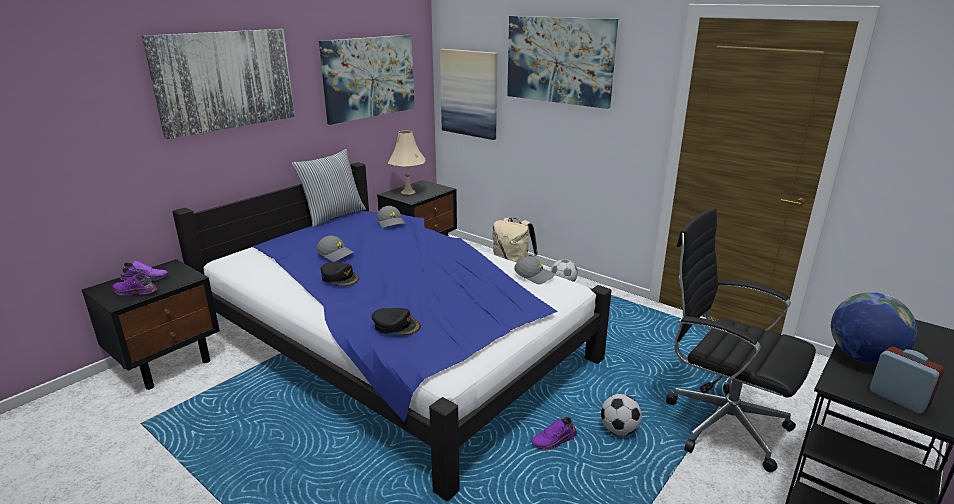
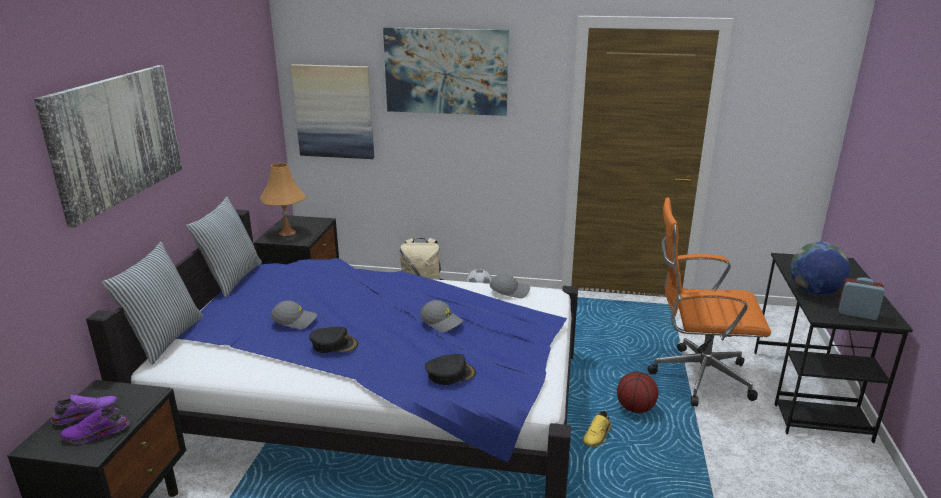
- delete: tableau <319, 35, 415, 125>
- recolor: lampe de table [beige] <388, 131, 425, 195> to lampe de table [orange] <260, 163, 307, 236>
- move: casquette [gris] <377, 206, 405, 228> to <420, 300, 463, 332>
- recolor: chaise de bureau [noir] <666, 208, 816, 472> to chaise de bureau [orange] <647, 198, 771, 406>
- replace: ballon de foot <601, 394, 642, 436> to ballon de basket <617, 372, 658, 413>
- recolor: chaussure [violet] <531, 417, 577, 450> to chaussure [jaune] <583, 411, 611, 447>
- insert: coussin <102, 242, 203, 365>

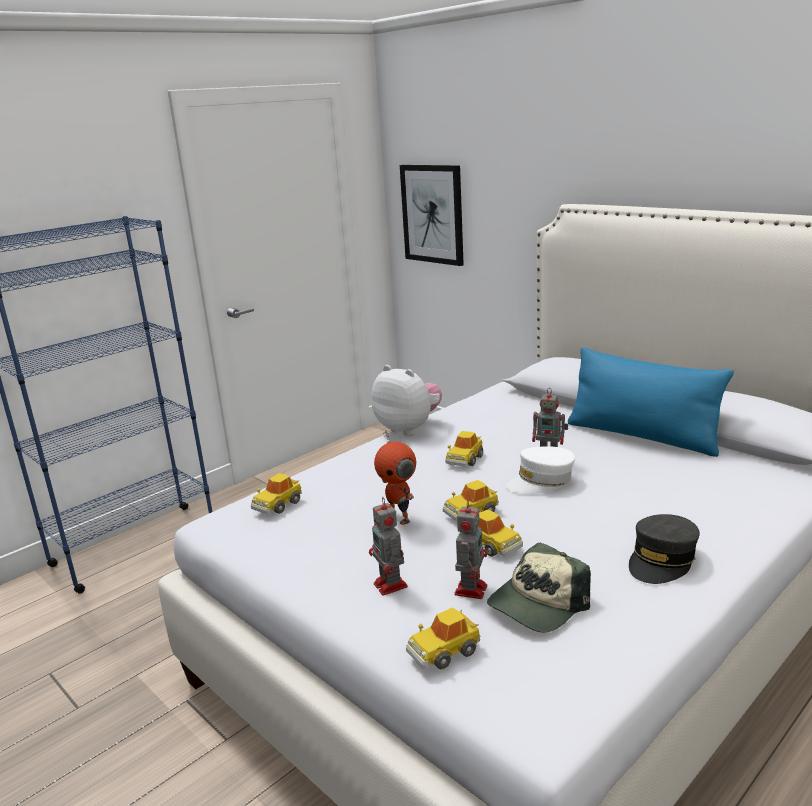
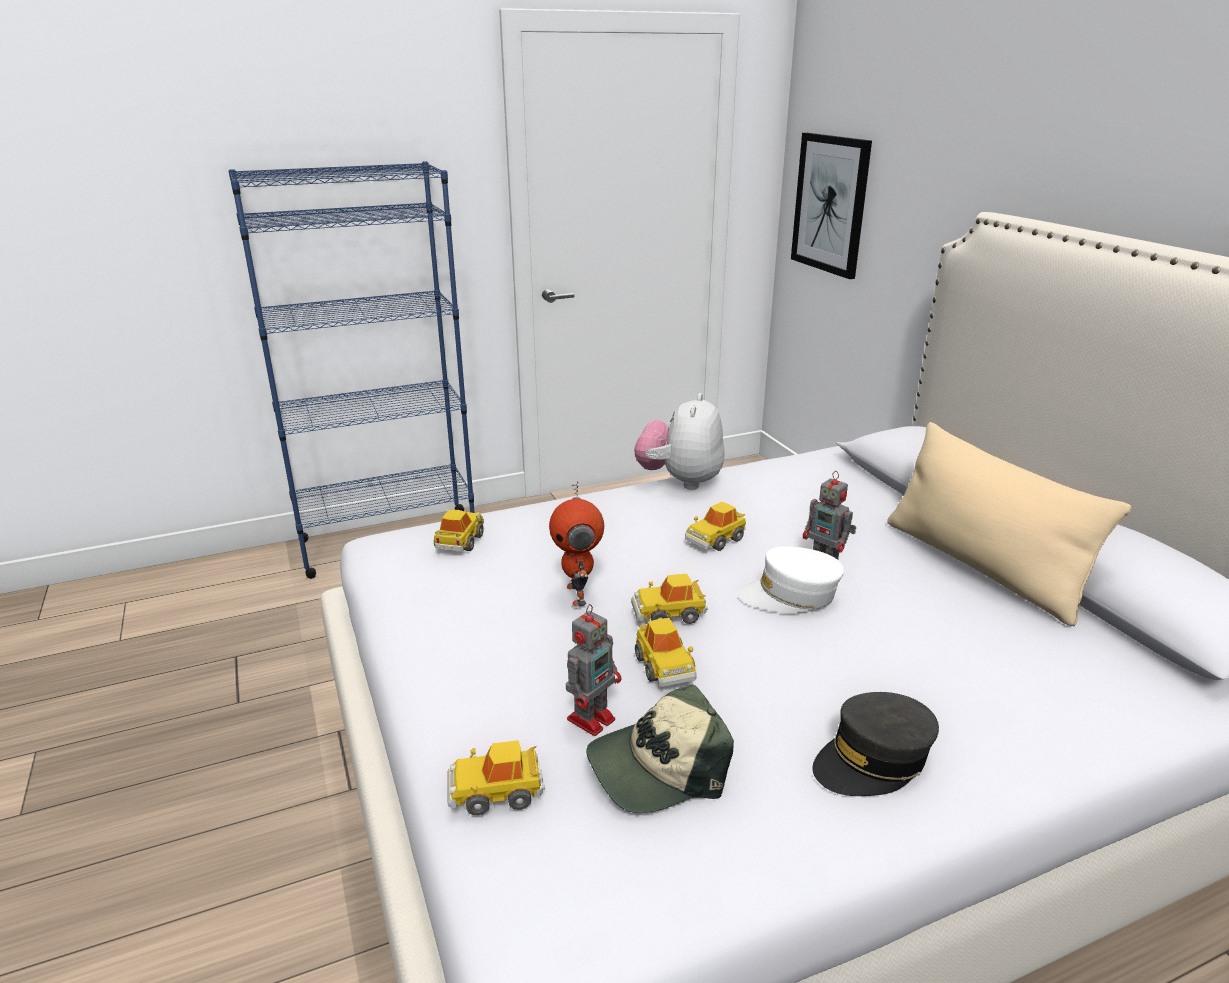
- recolor: coussin [bleu] <568, 347, 734, 457> to coussin [beige] <887, 422, 1131, 627>
- rotate: peluche <371, 365, 442, 436> = <635, 393, 725, 490> 135 degrees counterclockwise
- rotate: petite voiture <251, 473, 302, 514> = <434, 510, 484, 551> 135 degrees clockwise
- delete: robot jouet <369, 497, 408, 595>

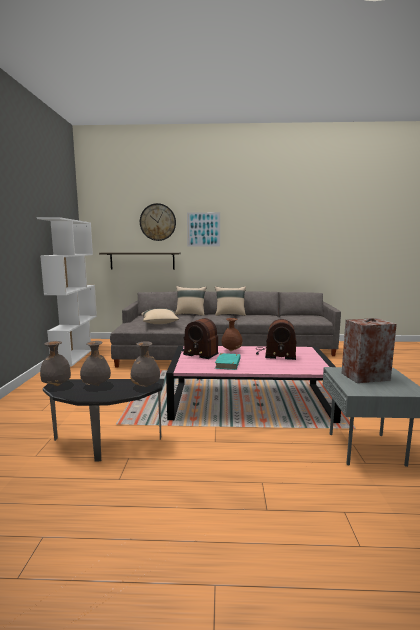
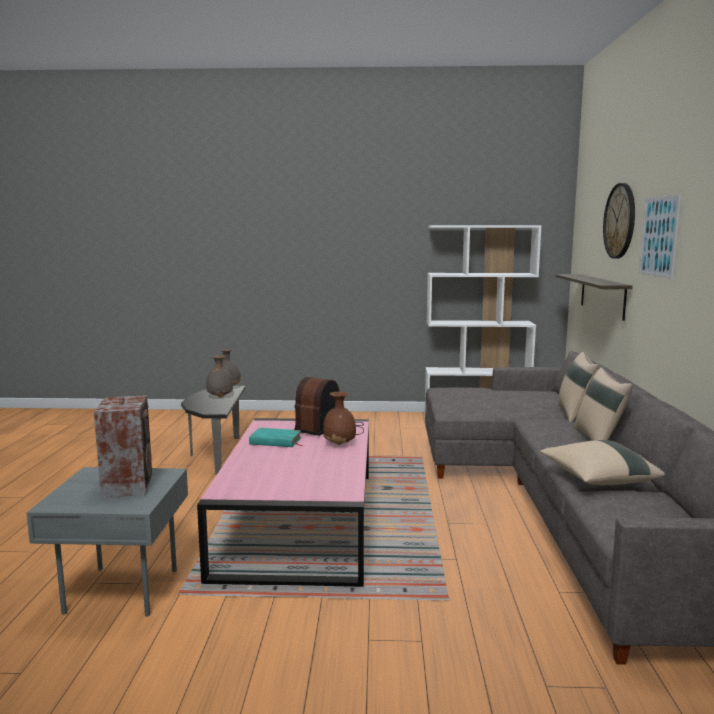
- move: coussin [beige] <141, 308, 179, 324> to <540, 440, 665, 485>
- delete: radio <256, 319, 297, 360>
- delete: vase [gris] <130, 341, 160, 387>

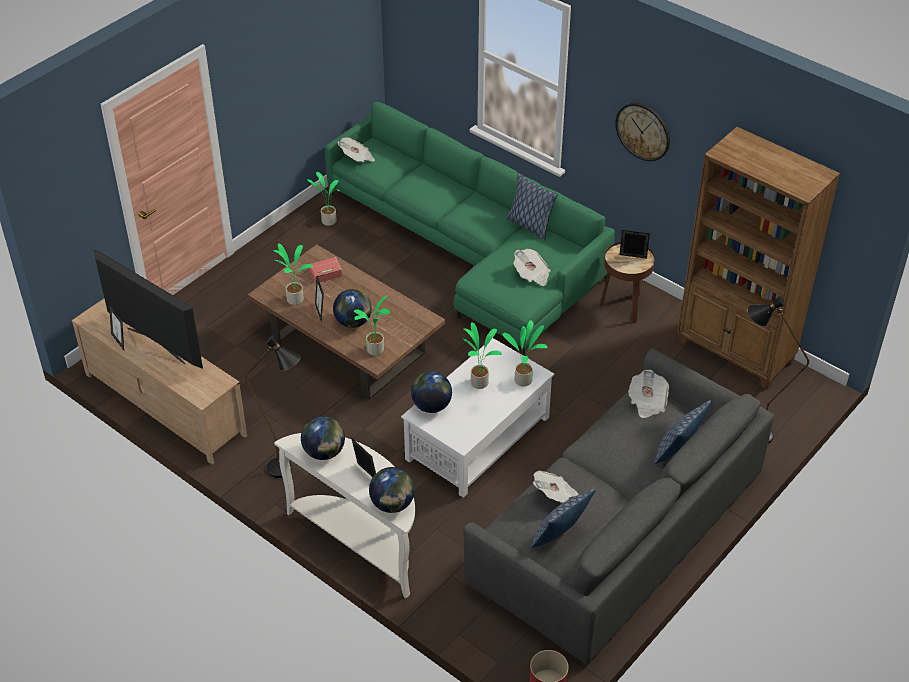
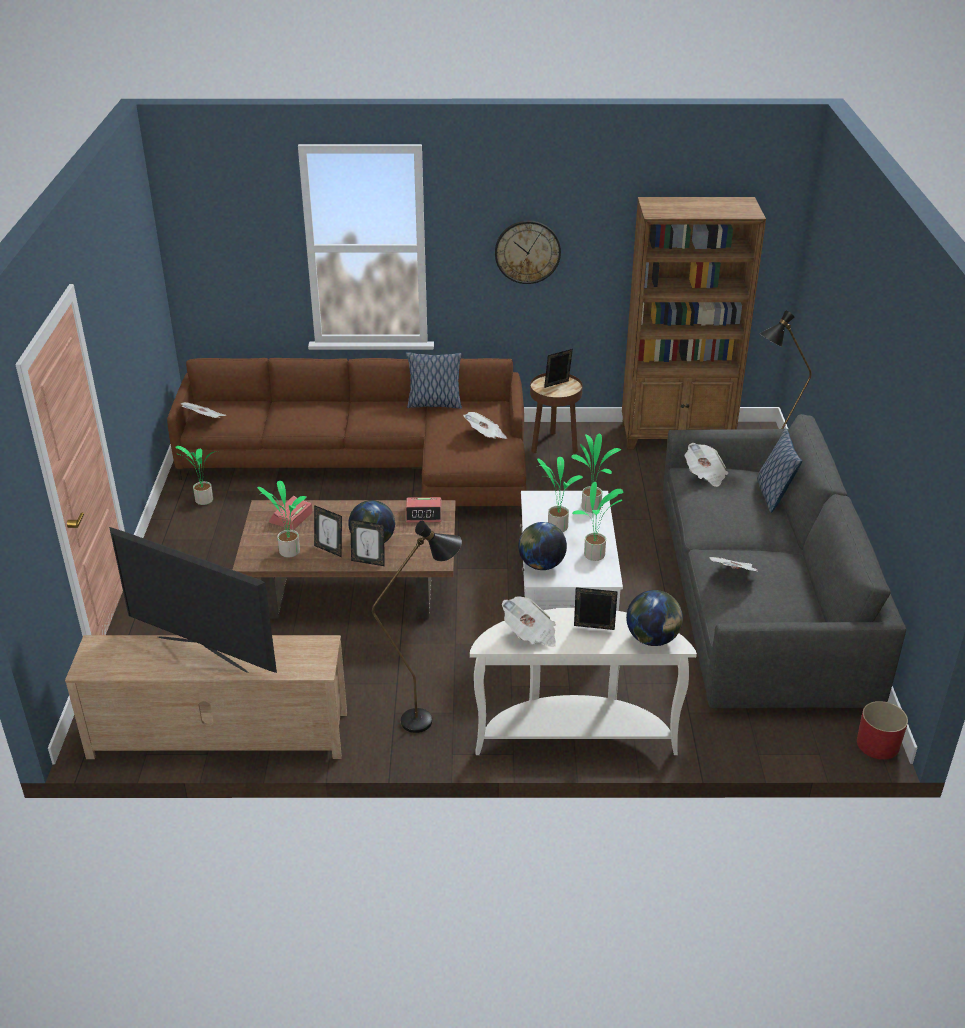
- recolor: canapé [vert] <325, 102, 615, 356> to canapé [marron] <167, 358, 526, 517>
- rotate: téléviseur <93, 249, 203, 369> = <109, 527, 277, 673> 150 degrees counterclockwise
- move: plante en pot <354, 295, 390, 355> to <572, 482, 623, 561>
- move: cadre photo <109, 304, 124, 350> to <350, 519, 385, 566>
- replace: globe <301, 416, 345, 460> to journal <502, 597, 556, 647>
- delete: coussin <531, 488, 596, 548>
- insert: réveil <406, 497, 442, 523>

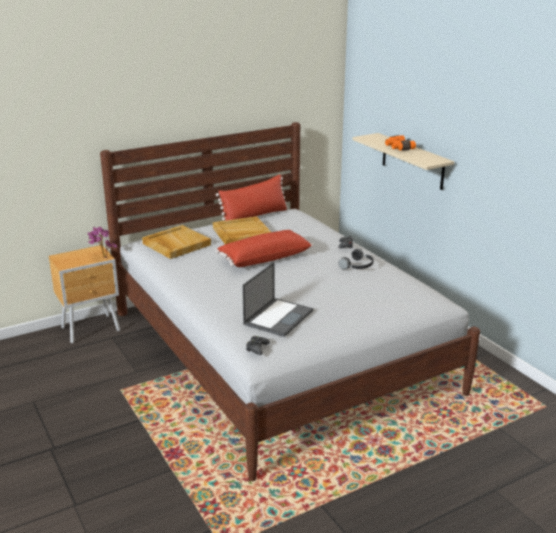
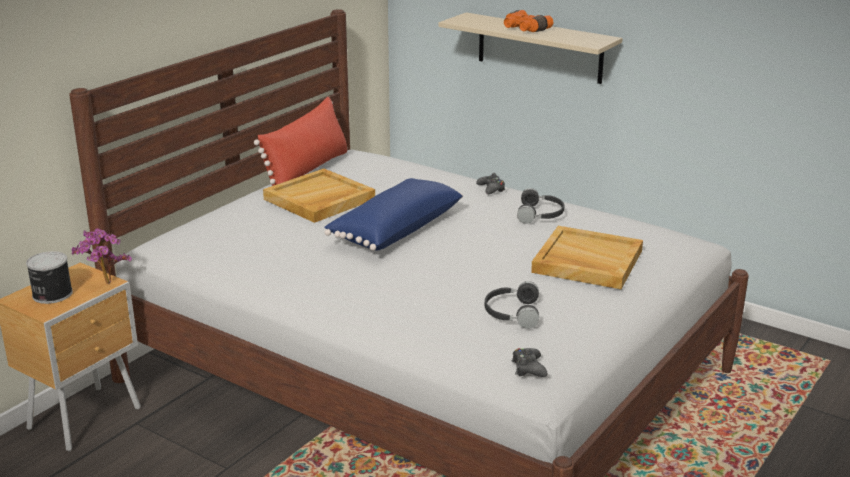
- move: plateau [beige] <142, 225, 211, 259> to <531, 226, 643, 289>
- recolor: coussin [rouge] <216, 230, 314, 267> to coussin [bleu] <324, 178, 463, 251>
- replace: ordinateur portable <242, 262, 313, 337> to casque audio [noir] <485, 281, 539, 329>
- insert: boîte métallique <26, 251, 73, 304>

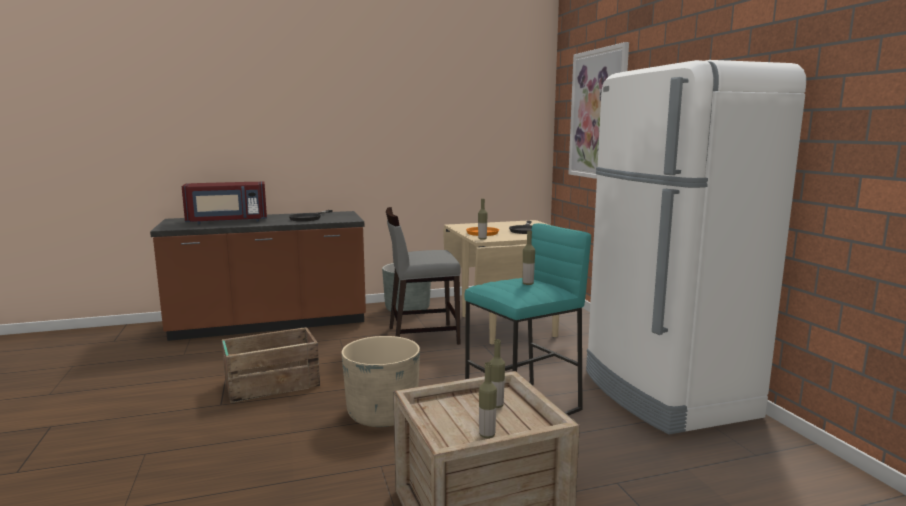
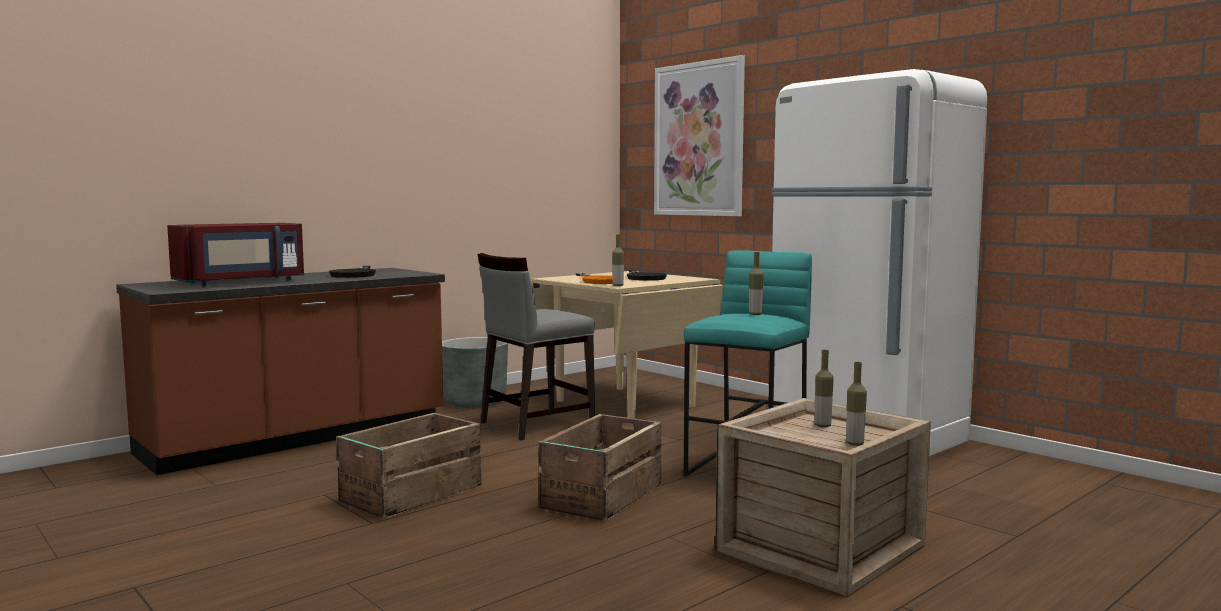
- replace: cache-pot [beige] <341, 336, 420, 427> to caisse <538, 414, 662, 521>

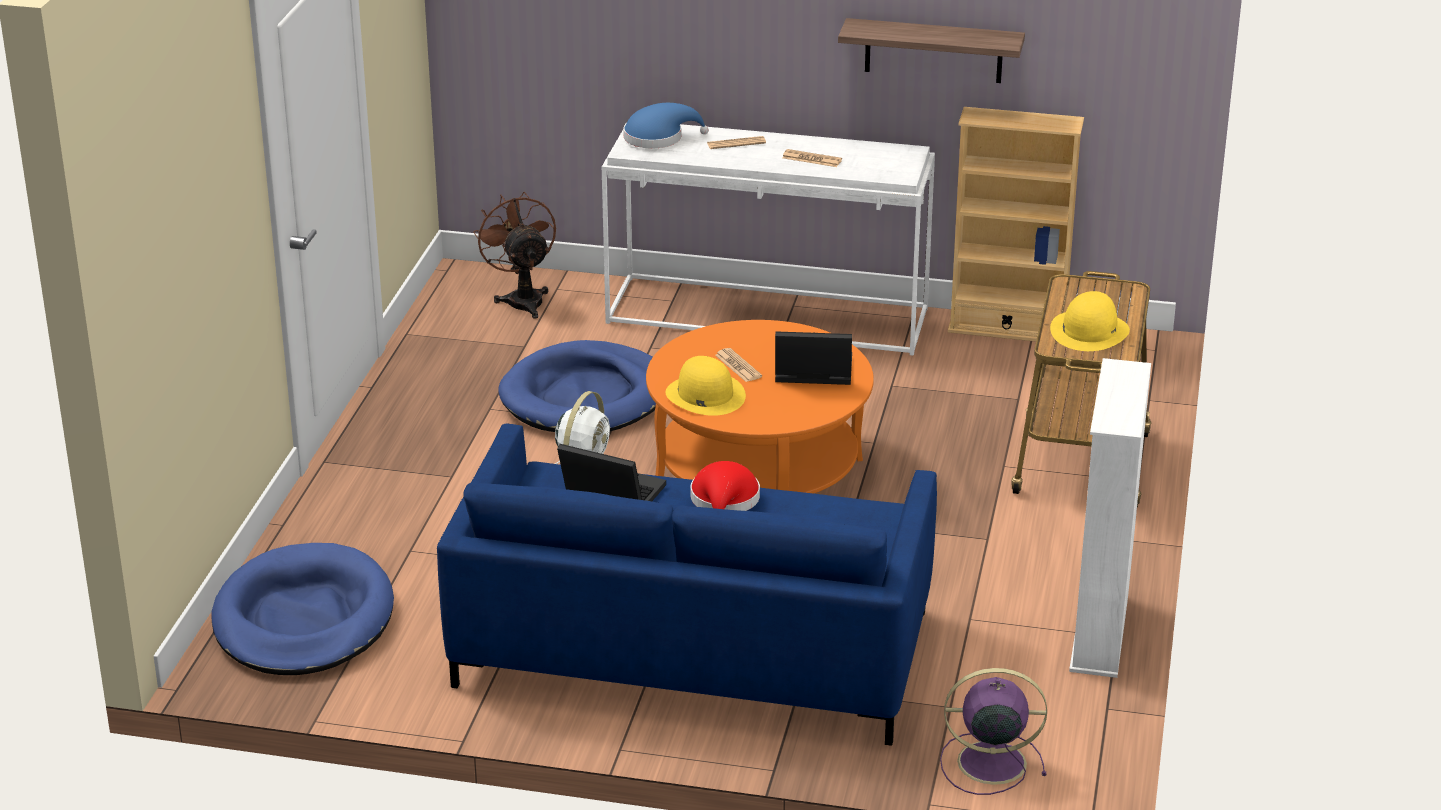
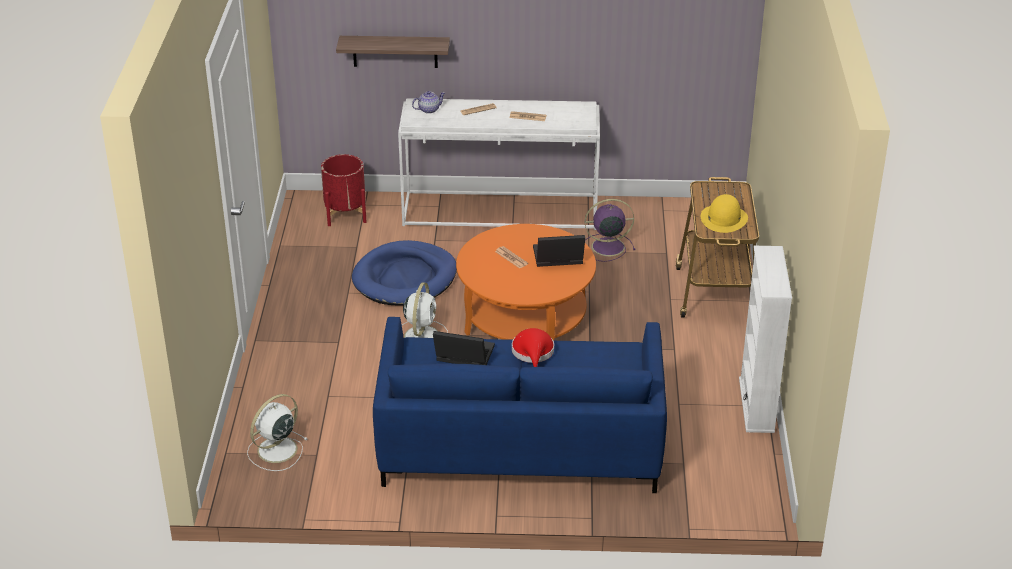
- move: étagère <838, 18, 1025, 83> to <336, 36, 450, 68>
- replace: chapeau [bleu] <623, 103, 709, 148> to théière <412, 91, 445, 114>
- delete: bibliothèque [beige] <948, 107, 1084, 344>
- replace: ventilateur [marron] <473, 192, 556, 319> to cache-pot [rouge] <321, 154, 367, 226>
- delete: chapeau [jaune] <666, 356, 746, 416>
- replace: panier pour chien [bleu] <212, 543, 394, 675> to ventilateur [blanc] <247, 394, 307, 471>
- move: ventilateur [violet] <940, 668, 1047, 795> to <585, 199, 635, 262>

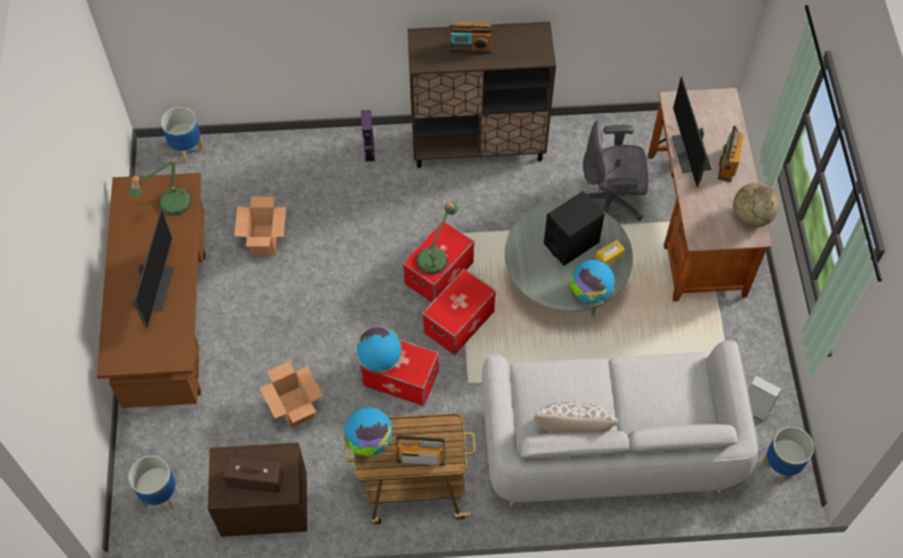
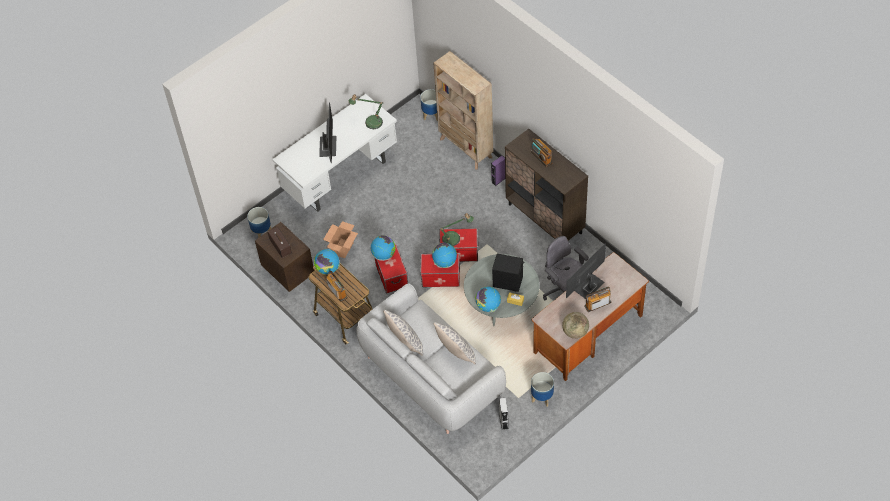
- recolor: bureau [marron] <97, 173, 206, 408> to bureau [blanc] <272, 94, 397, 212>
- delete: carton <234, 197, 286, 255>
- rotate: écran d'ordinateur <132, 209, 174, 328> = <319, 102, 336, 164> 60 degrees counterclockwise
- move: cache-pot <762, 427, 814, 484> to <531, 372, 554, 407>
- insert: bibliothèque [beige] <433, 51, 493, 170>
- insert: globe <432, 243, 457, 268>
- insert: coussin <433, 322, 476, 364>

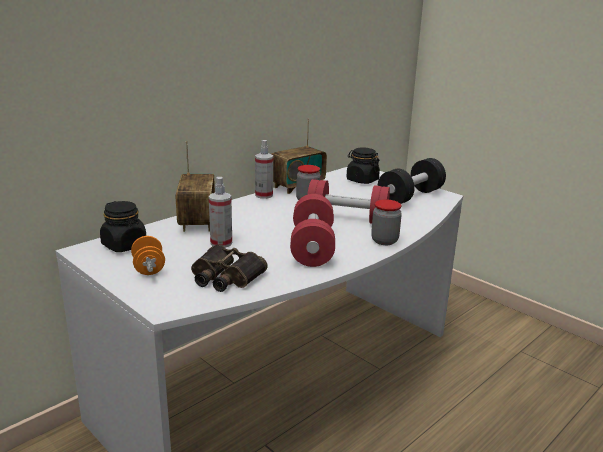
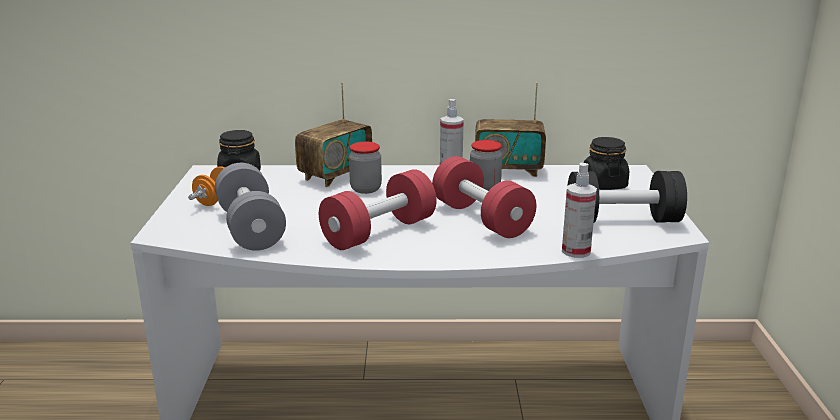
- move: vaporisateur <209, 177, 232, 248> to <562, 162, 597, 258>
- move: bocal <371, 199, 402, 245> to <349, 142, 382, 194>
- replace: jumelles <191, 244, 268, 292> to haltère [gris] <215, 163, 286, 251>

